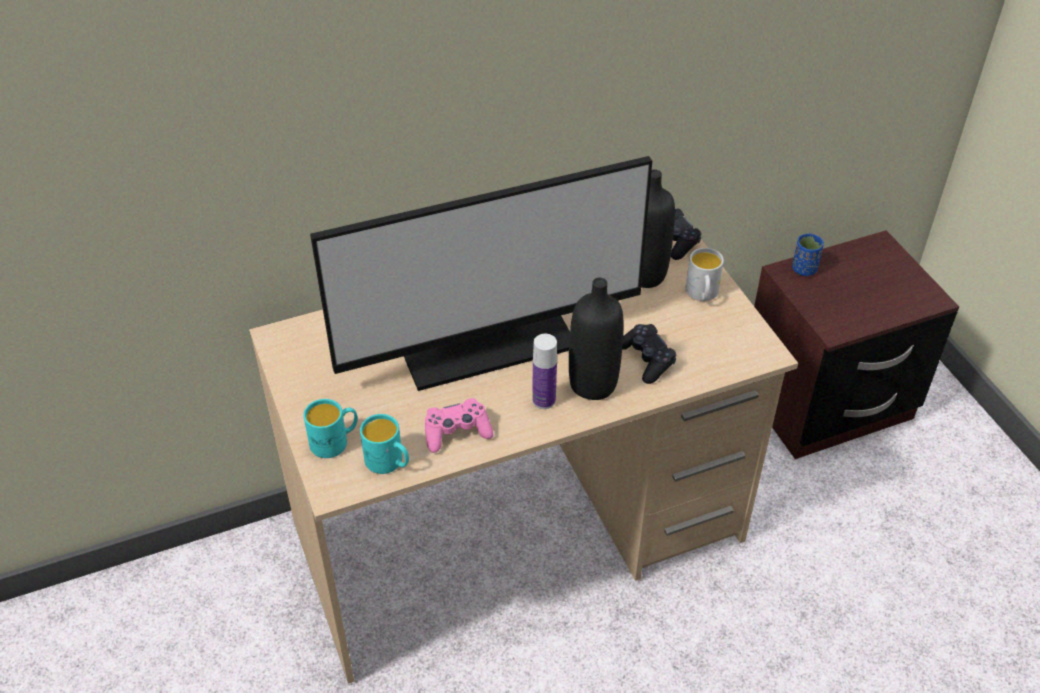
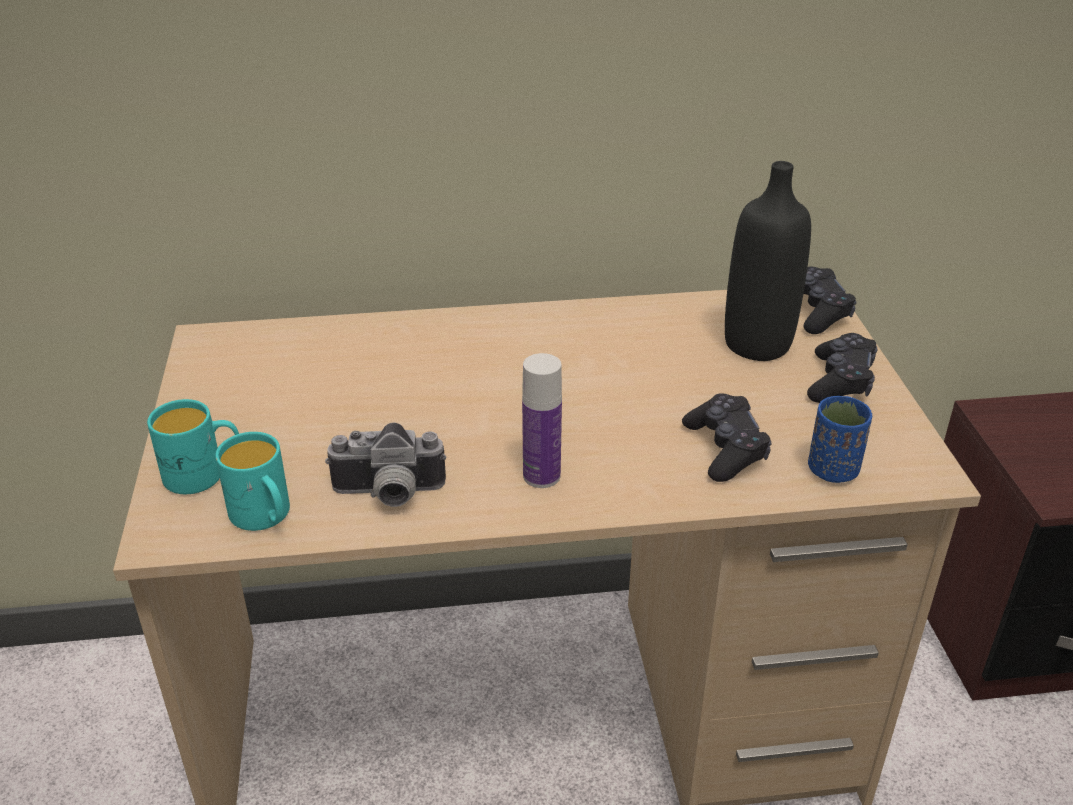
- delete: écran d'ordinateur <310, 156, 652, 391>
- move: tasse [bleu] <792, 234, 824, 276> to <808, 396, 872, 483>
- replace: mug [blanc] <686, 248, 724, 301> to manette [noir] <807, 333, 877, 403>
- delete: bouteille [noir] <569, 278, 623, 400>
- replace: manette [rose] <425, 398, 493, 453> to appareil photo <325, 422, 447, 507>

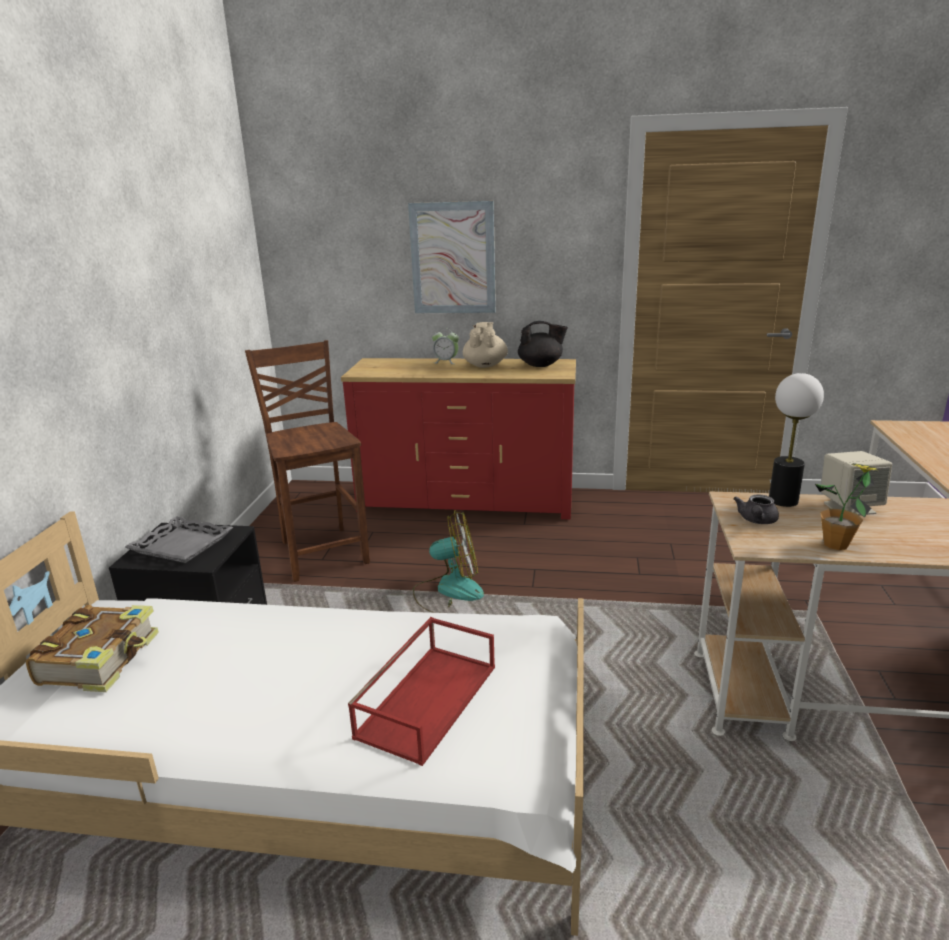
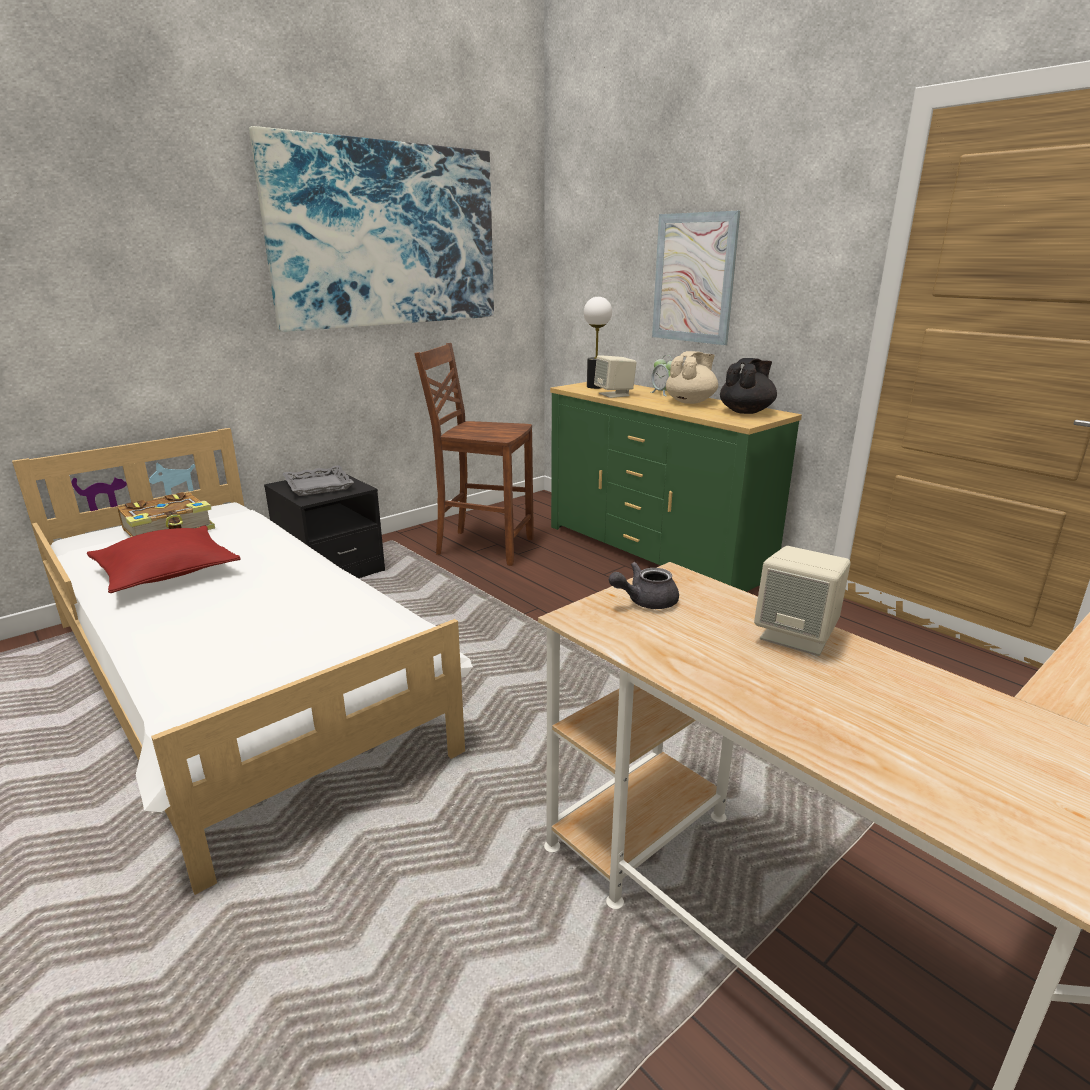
- rotate: théière [noir] <518, 321, 568, 367> = <720, 358, 777, 414> 90 degrees counterclockwise
- rotate: chaise [marron] <245, 340, 370, 582> = <415, 343, 534, 566> 90 degrees counterclockwise
- recolor: commode [rouge] <341, 358, 576, 520> to commode [vert] <550, 382, 802, 592>
- move: lampe de table <769, 373, 824, 507> to <584, 297, 612, 389>
- delete: plante en pot <815, 463, 880, 550>
- delete: ventilateur <413, 510, 484, 613>
- delete: plateau [rouge] <348, 617, 495, 766>
- insert: tableau <249, 126, 494, 332>
- insert: enceinte [beige] <594, 355, 637, 398>
- insert: coussin [rouge] <87, 525, 241, 593>

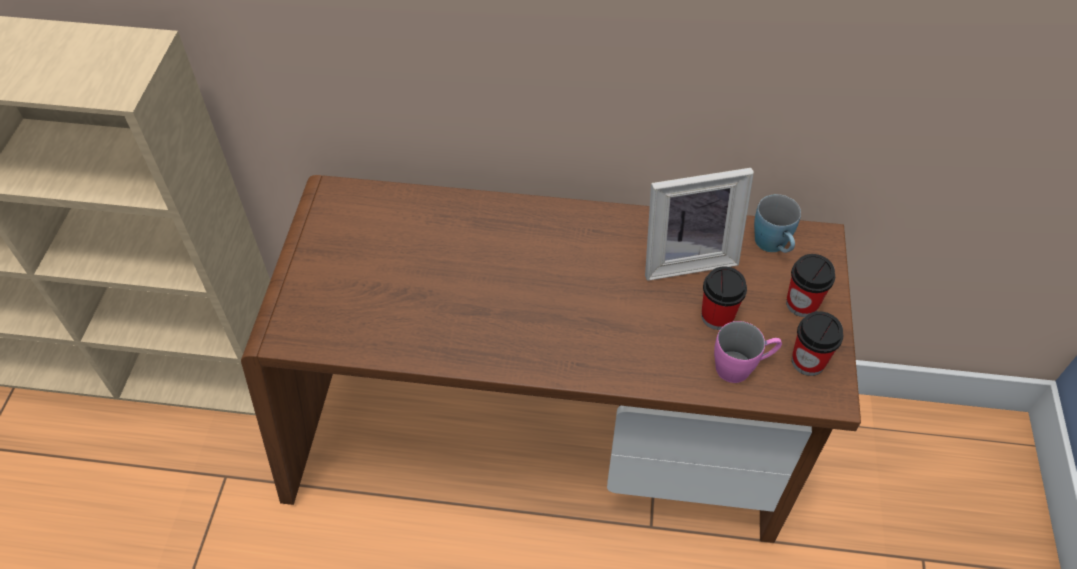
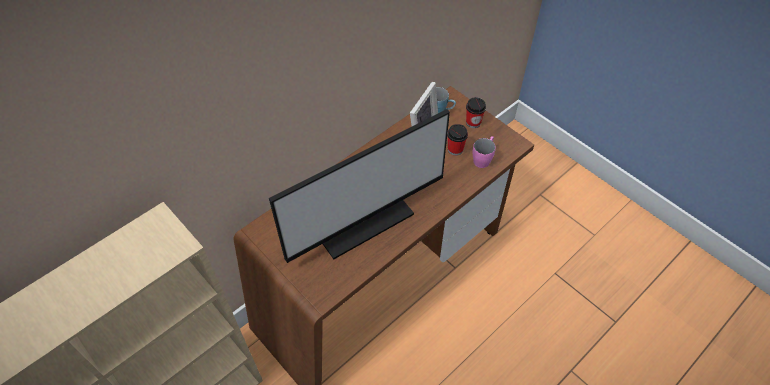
- delete: tasse <792, 311, 843, 376>
- insert: écran d'ordinateur <269, 109, 450, 263>

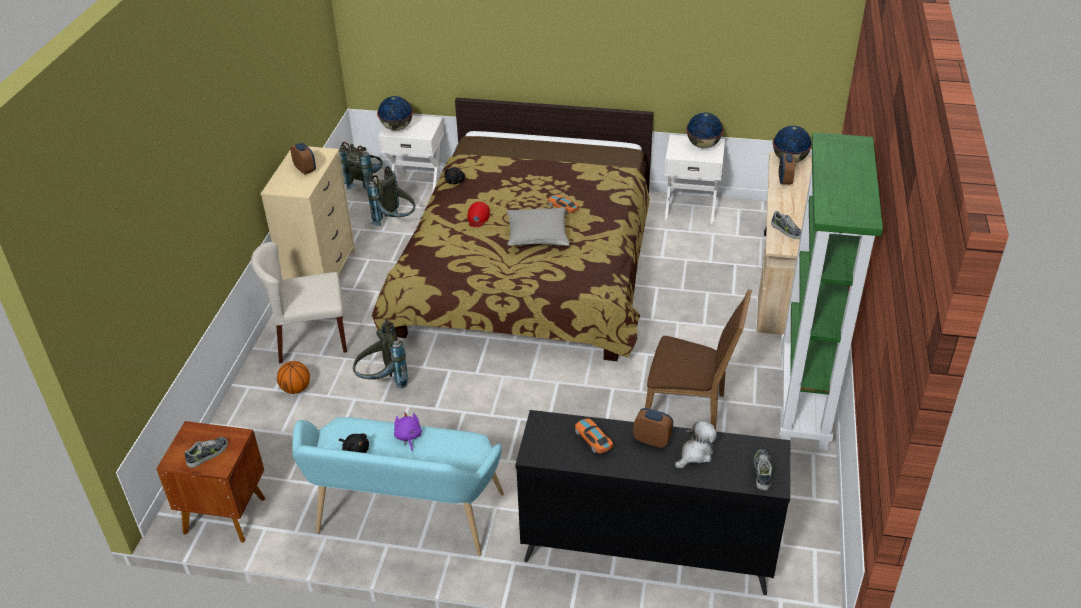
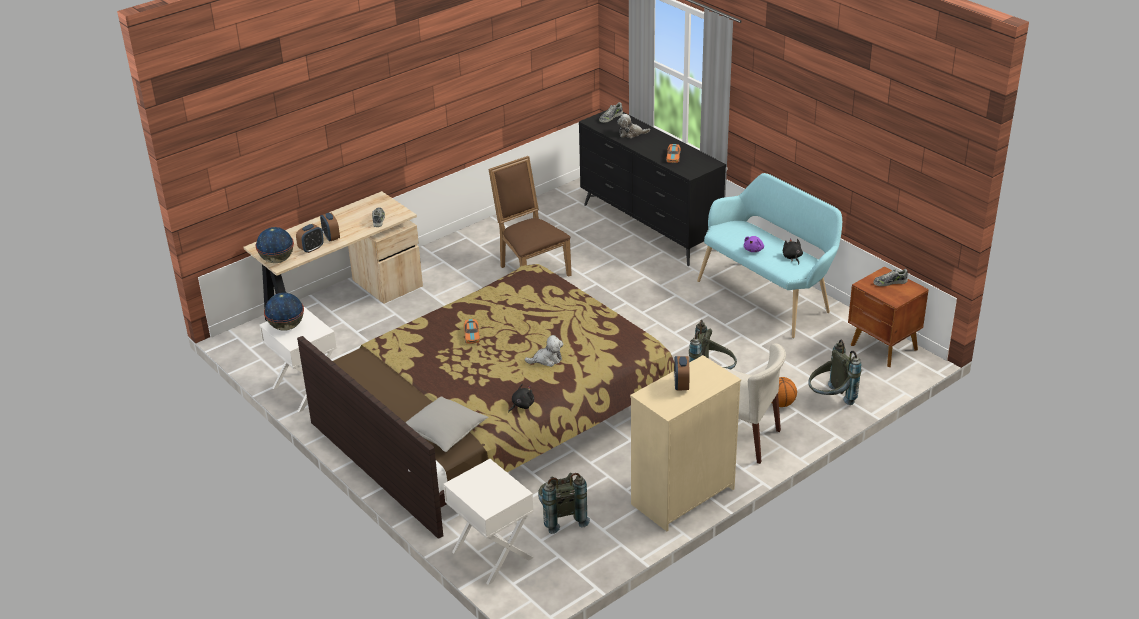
- delete: globe <377, 96, 413, 131>
- delete: bibliothèque [vert] <780, 132, 883, 450>
- move: sac à dos [gris] <339, 142, 383, 194> to <808, 340, 861, 405>
- replace: casquette [rouge] <468, 202, 490, 227> to peluche <525, 335, 564, 367>
- move: coussin [gris] <507, 207, 570, 246> to <405, 396, 489, 452>
- move: réveil <633, 408, 673, 448> to <320, 213, 340, 242>

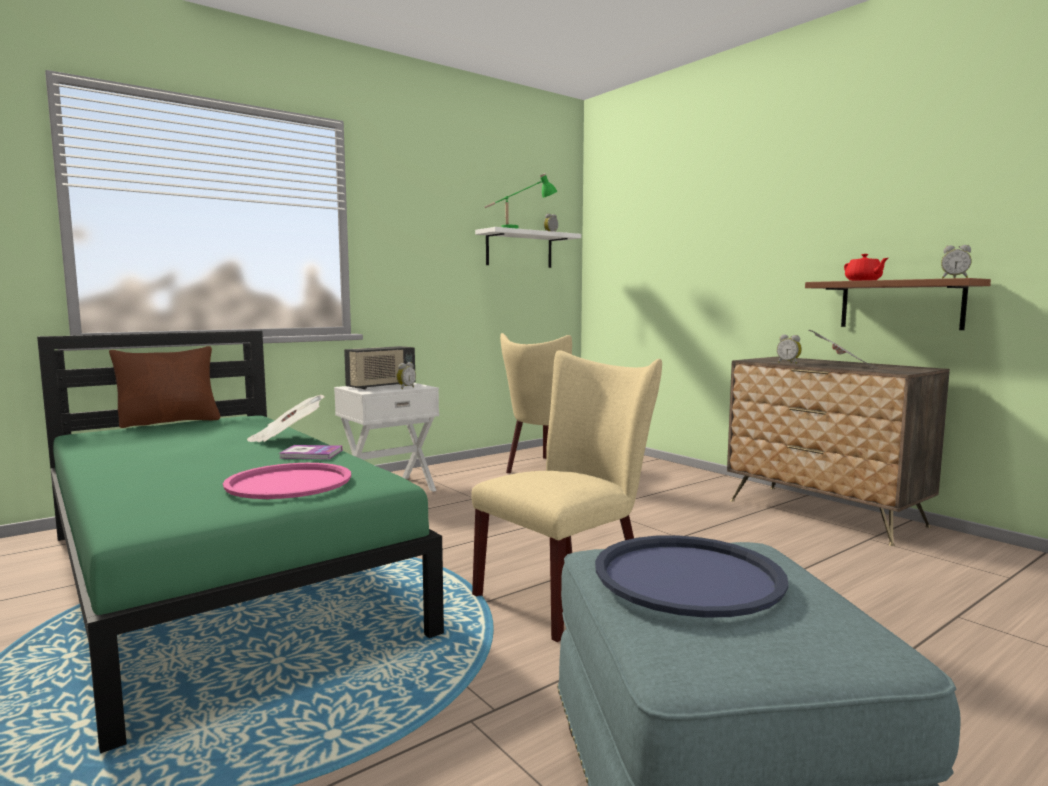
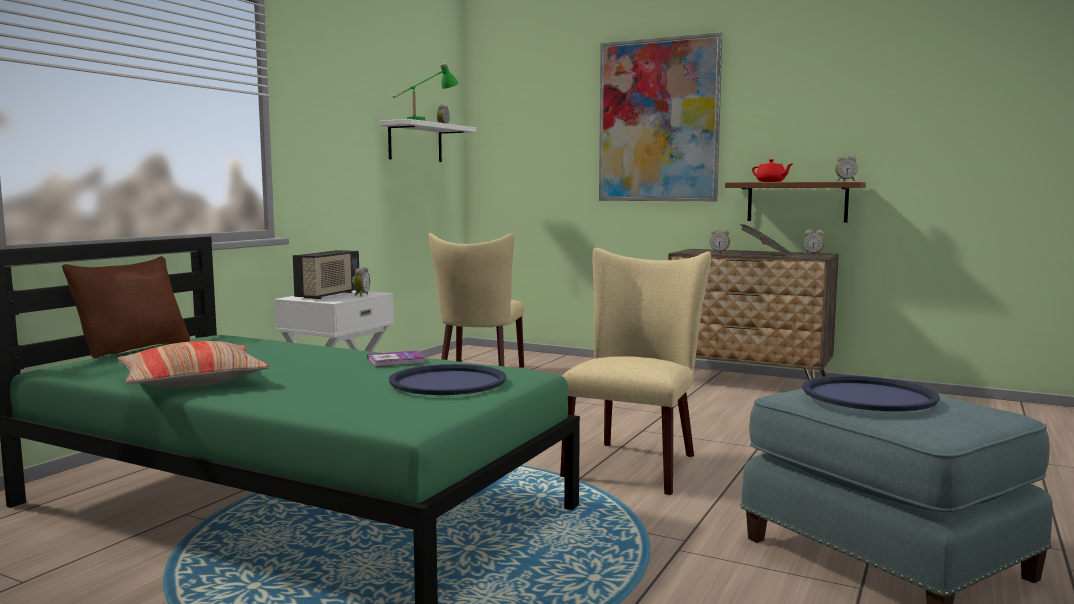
- delete: journal <247, 395, 325, 442>
- recolor: plateau [rose] <223, 463, 351, 499> to plateau [bleu] <389, 364, 506, 395>
- insert: tableau <599, 32, 723, 201>
- insert: réveil <803, 230, 825, 256>
- insert: coussin <118, 341, 269, 388>

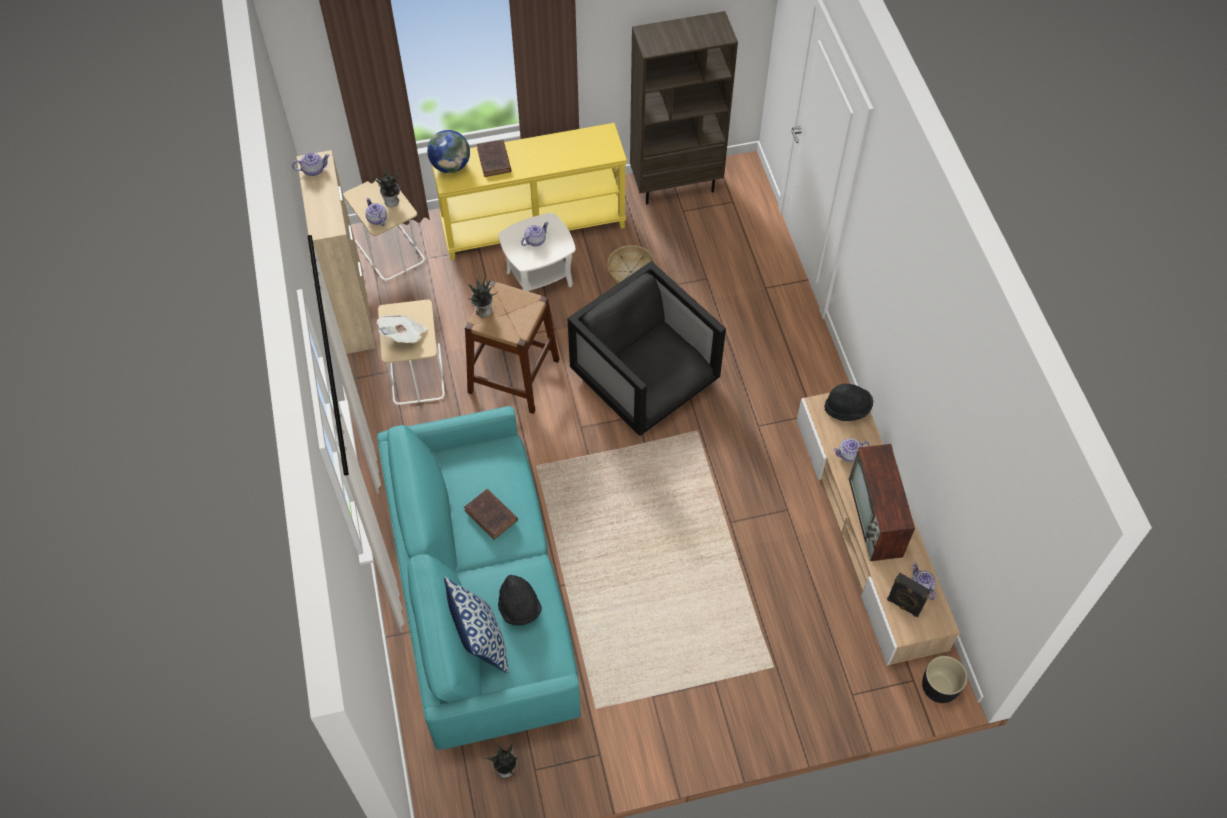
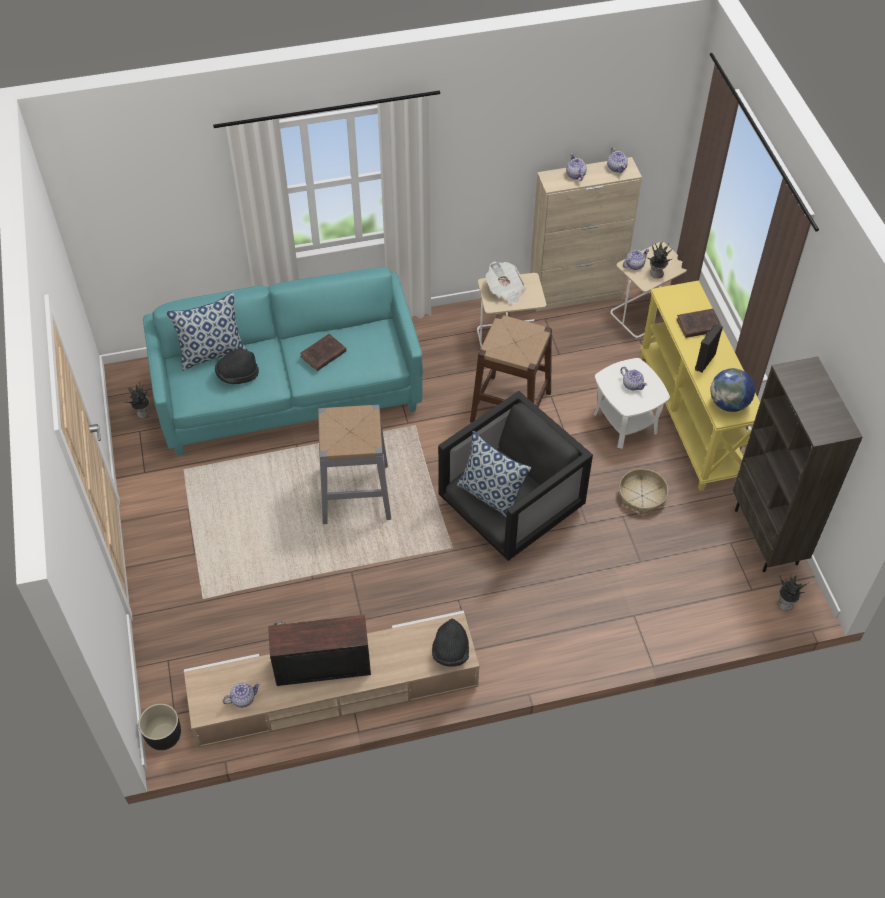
- move: globe <427, 130, 470, 173> to <710, 368, 755, 412>
- move: plante en pot <468, 277, 497, 317> to <778, 575, 808, 611>
- move: théière <833, 438, 869, 462> to <566, 153, 587, 181>
- move: enceinte [noir] <887, 573, 931, 617> to <695, 323, 723, 373>
- insert: tabouret [gris] <318, 405, 391, 524>
- insert: coussin <457, 431, 531, 517>

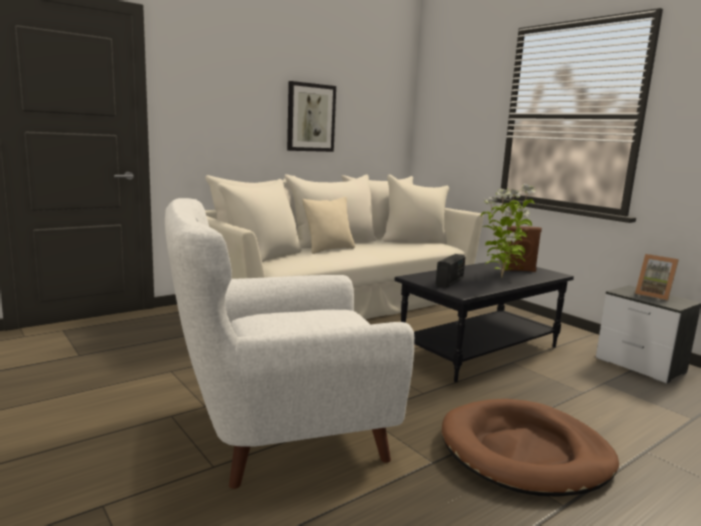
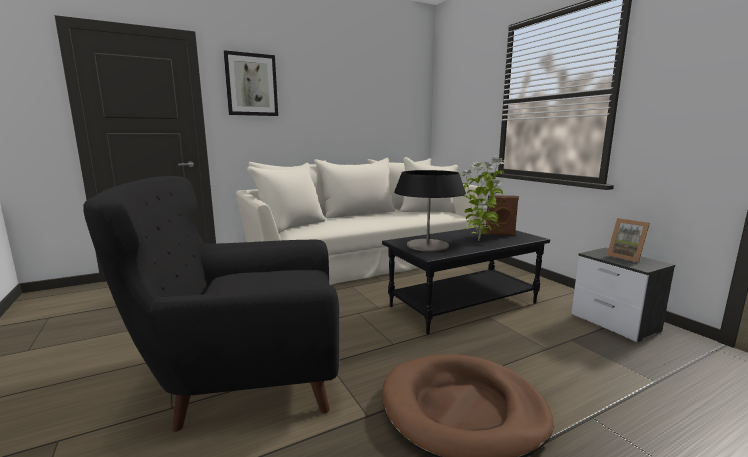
- move: tableau <287, 81, 336, 152> to <224, 50, 278, 116>
- delete: coussin [beige] <302, 197, 355, 254>
- recolor: fauteuil [blanc] <165, 198, 414, 489> to fauteuil [noir] <83, 176, 339, 432>
- replace: radio <436, 254, 465, 288> to lampe de table <394, 170, 466, 251>

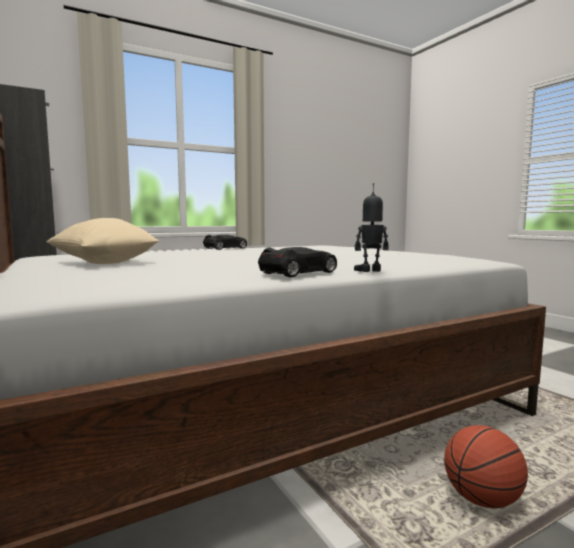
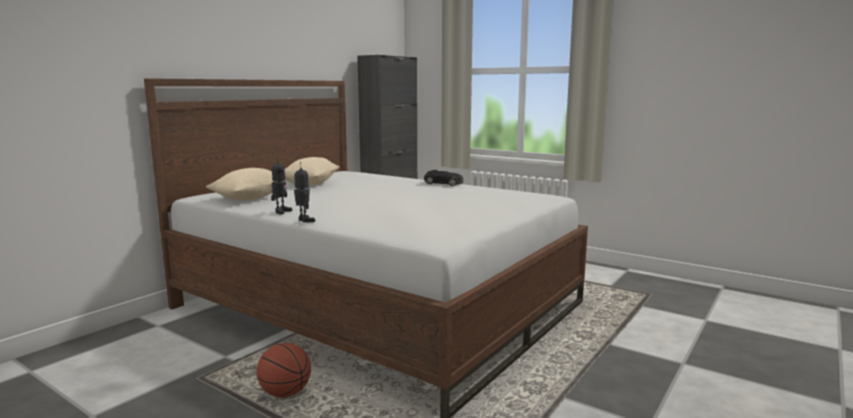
- replace: petite voiture [noir] <258, 247, 337, 278> to robot jouet <271, 156, 292, 214>
- insert: coussin [beige] <206, 168, 287, 201>

